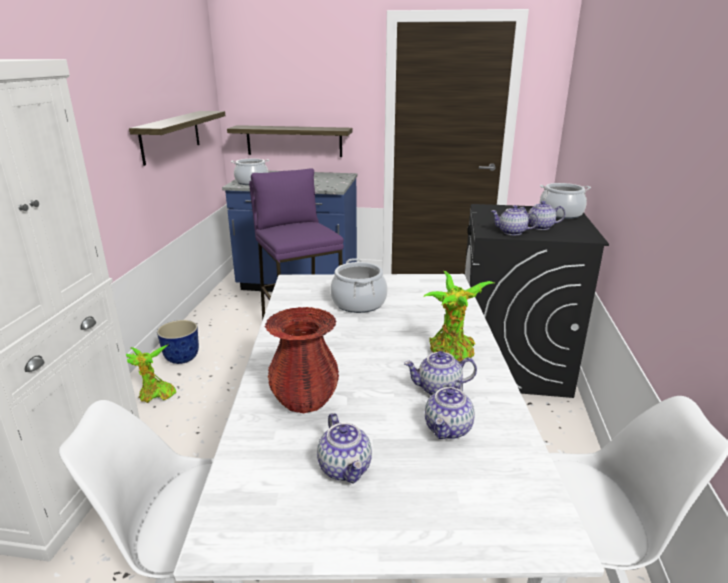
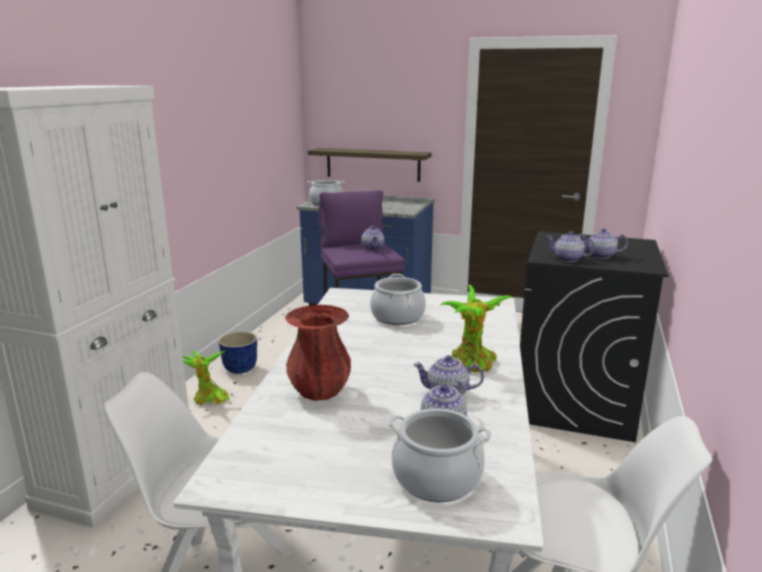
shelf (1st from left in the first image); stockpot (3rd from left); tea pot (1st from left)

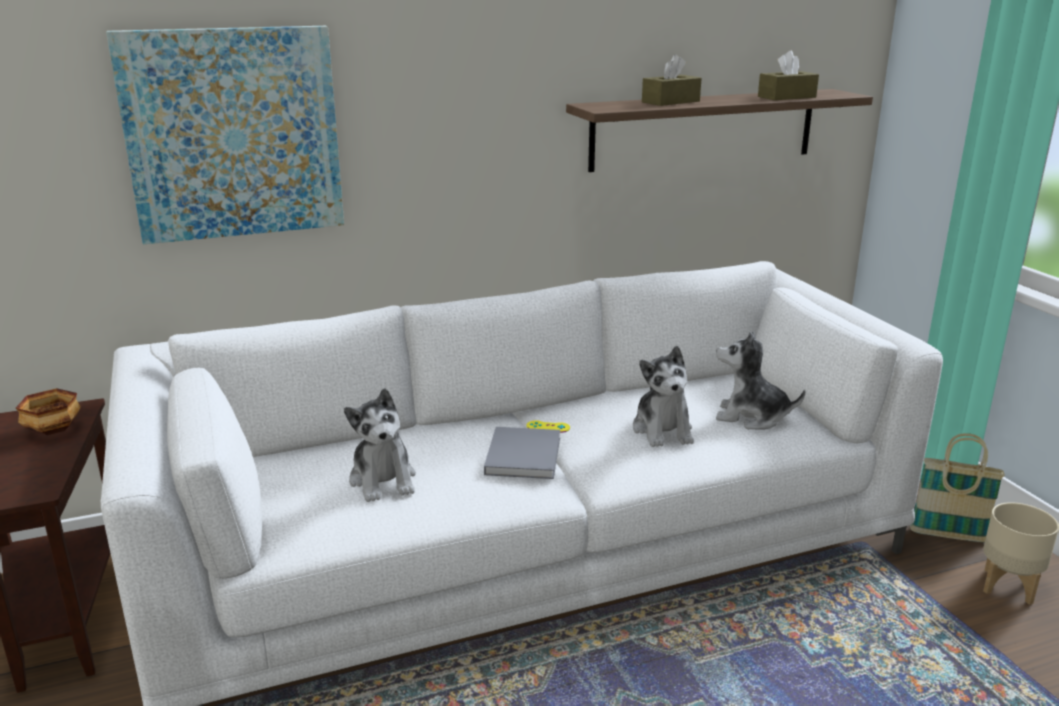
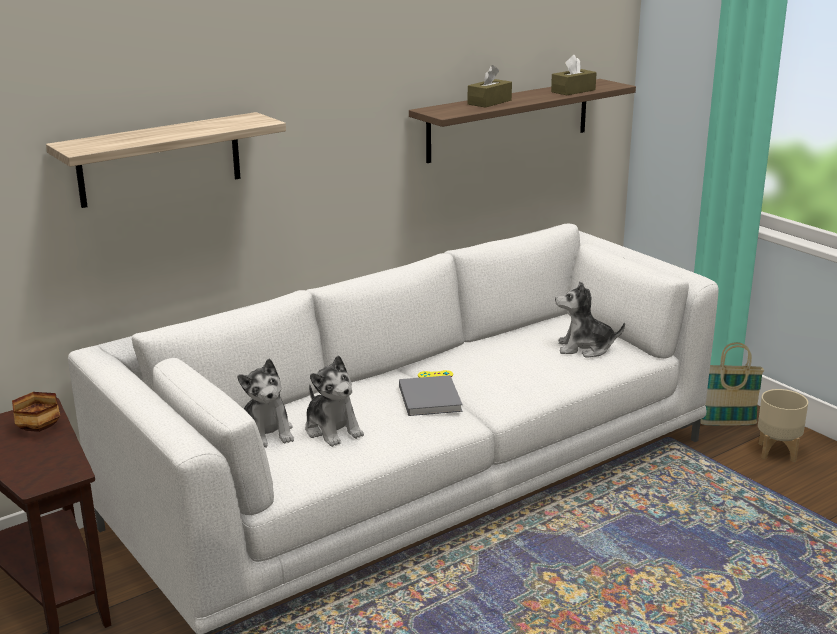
shelf (1st from left); cuddly toy (1st from left)

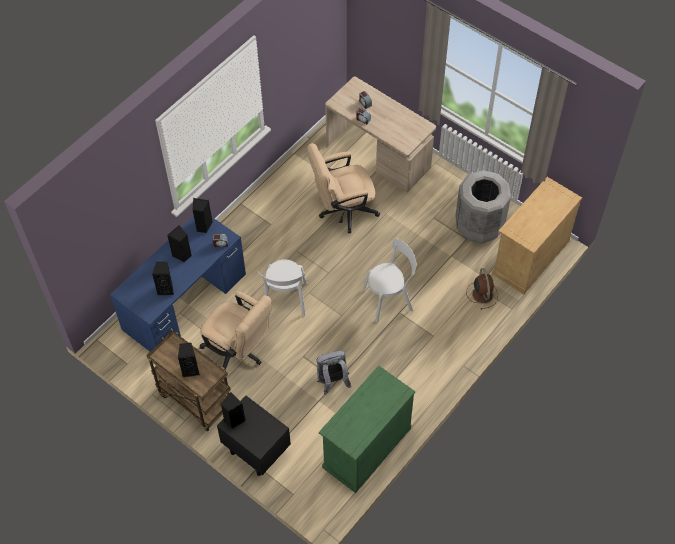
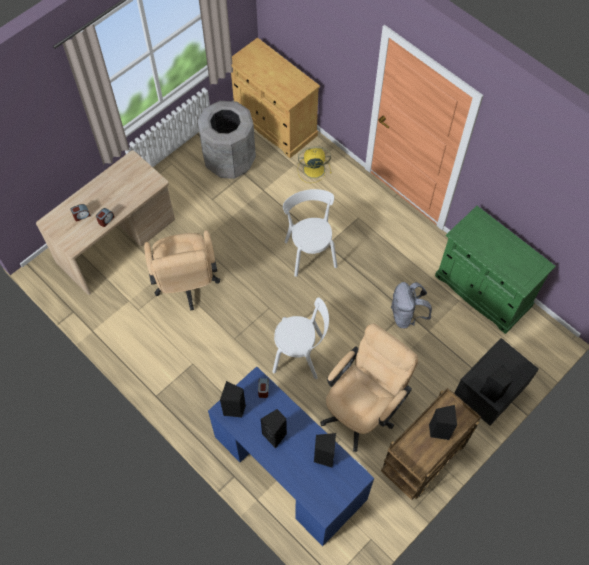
yellow-coloured fan

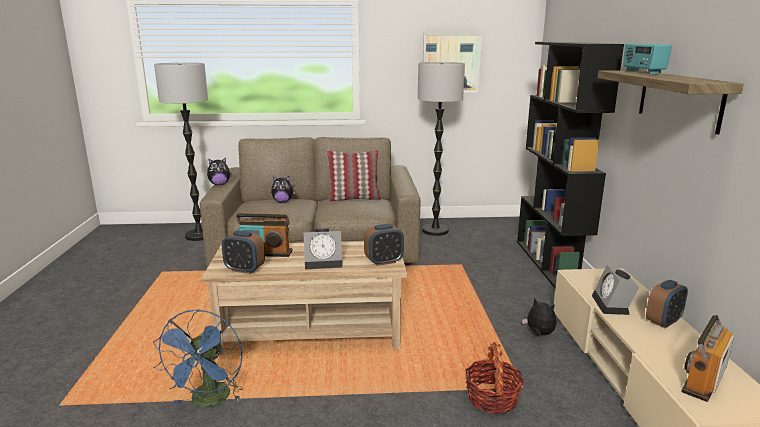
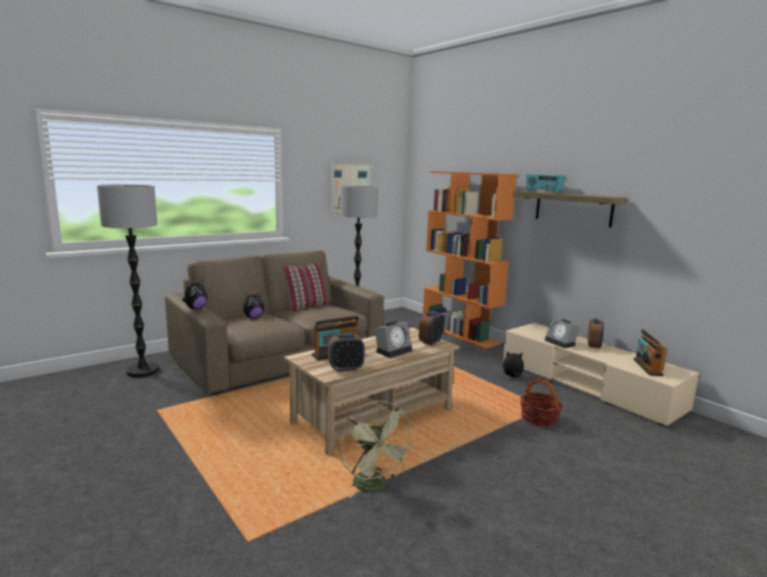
orange shelving unit; green-coloured fan

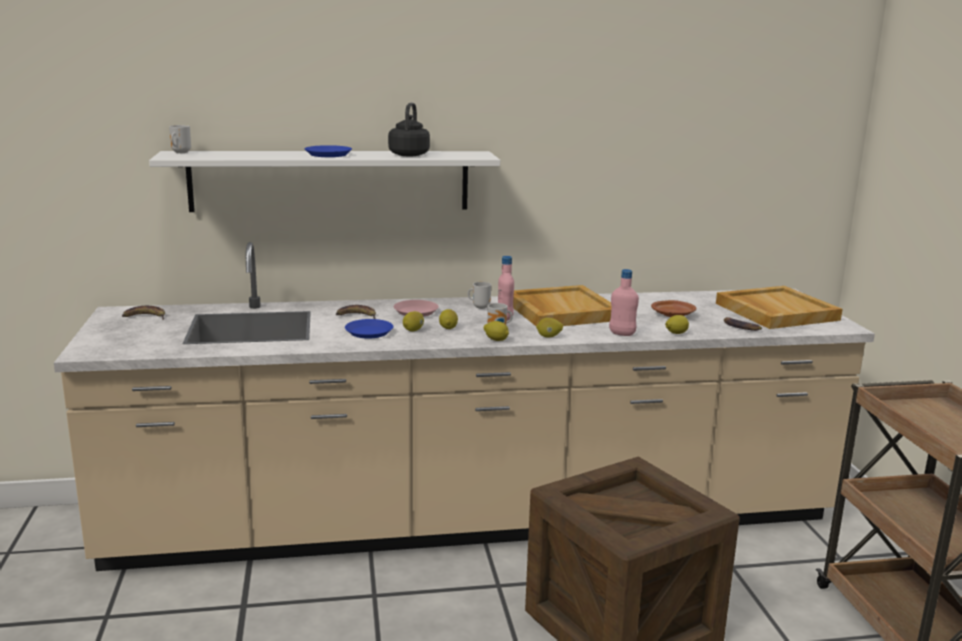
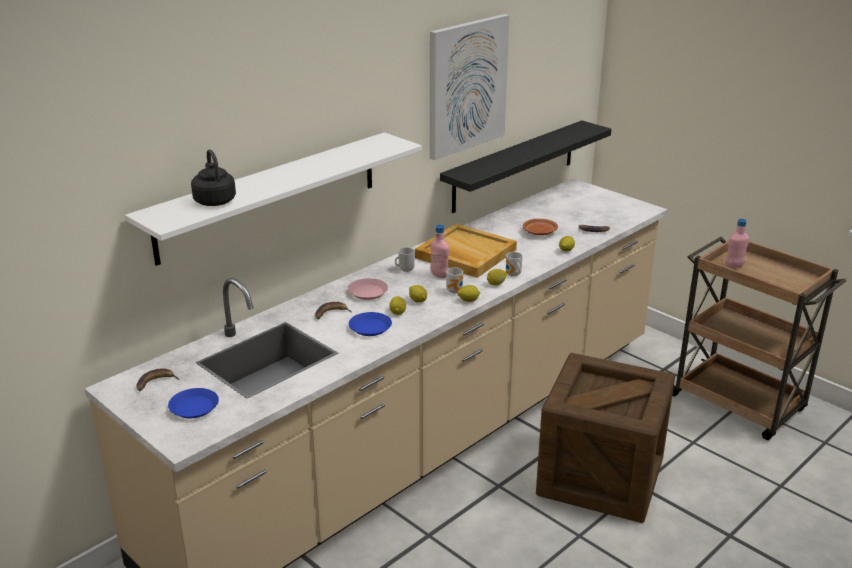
black kettle; tea mug (3rd from left); bluish flat dish (1st from left); pink-coloured beverage bottle (2nd from left); beige tray (2nd from left in the first image); wall picture; black shelf

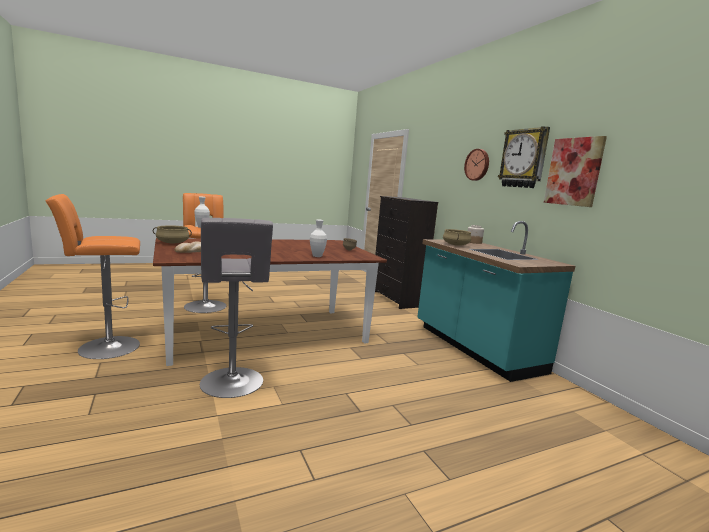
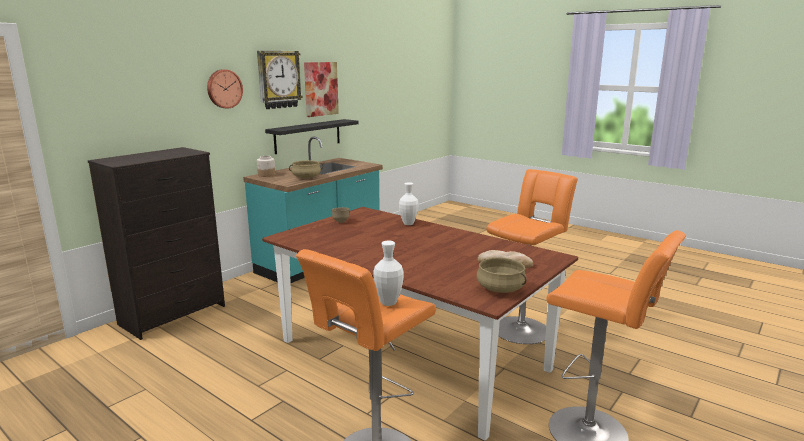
orange stool (2nd from left); black shelf

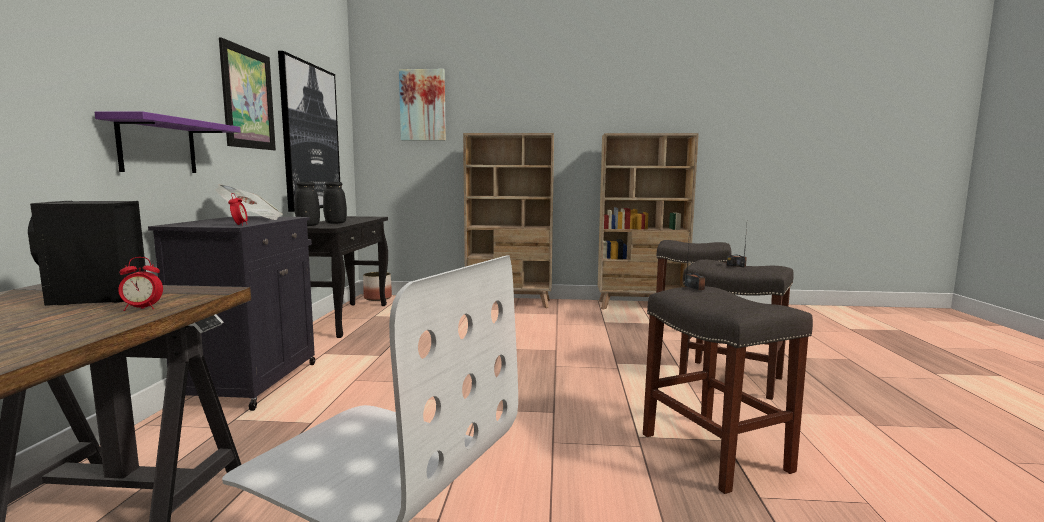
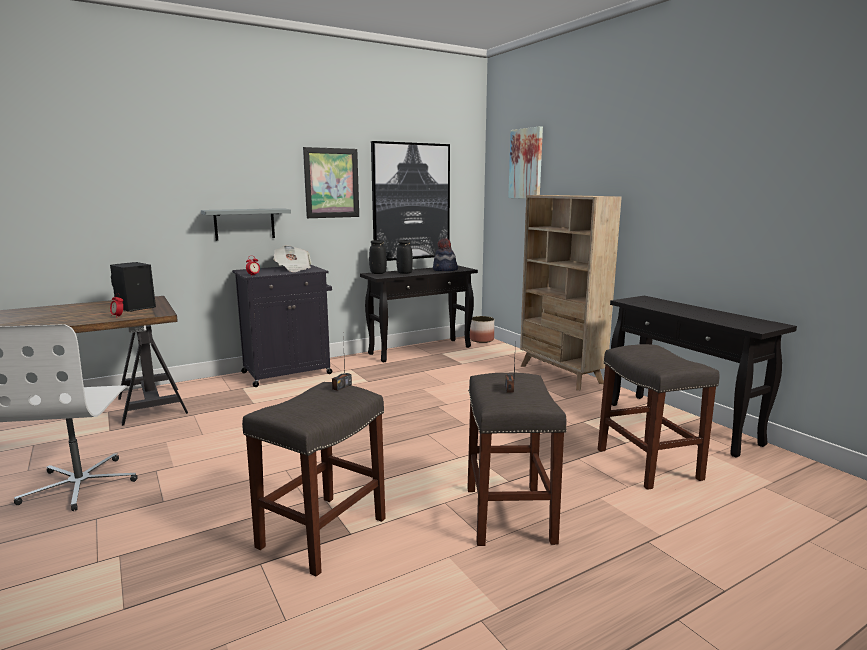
grey shelf; black narrow table (2nd from left); hat

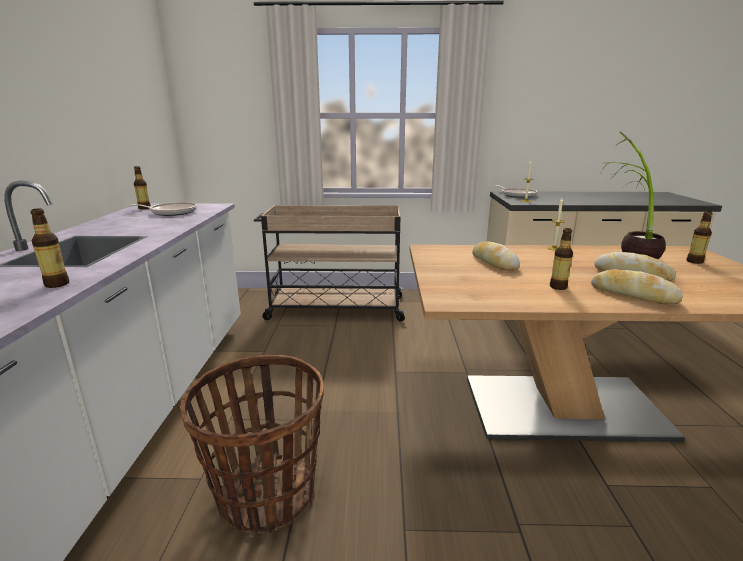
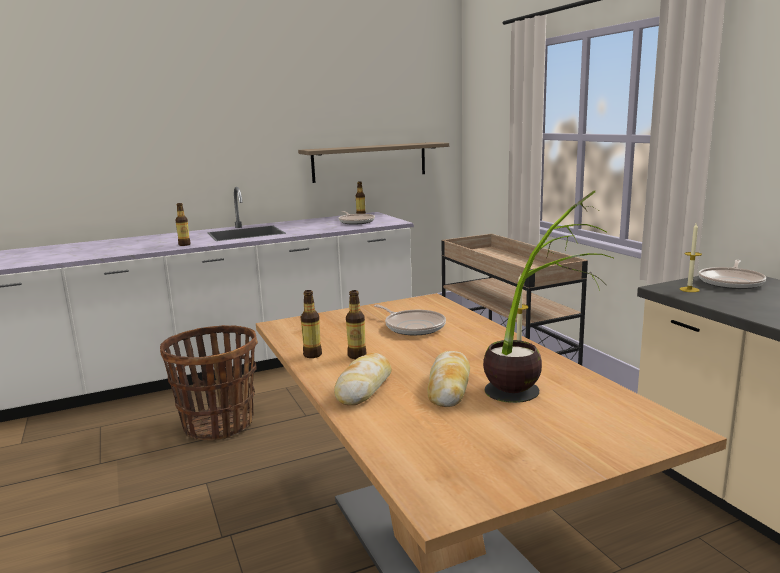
beverage bottle (2nd from left); frying pan (2nd from left); shelf

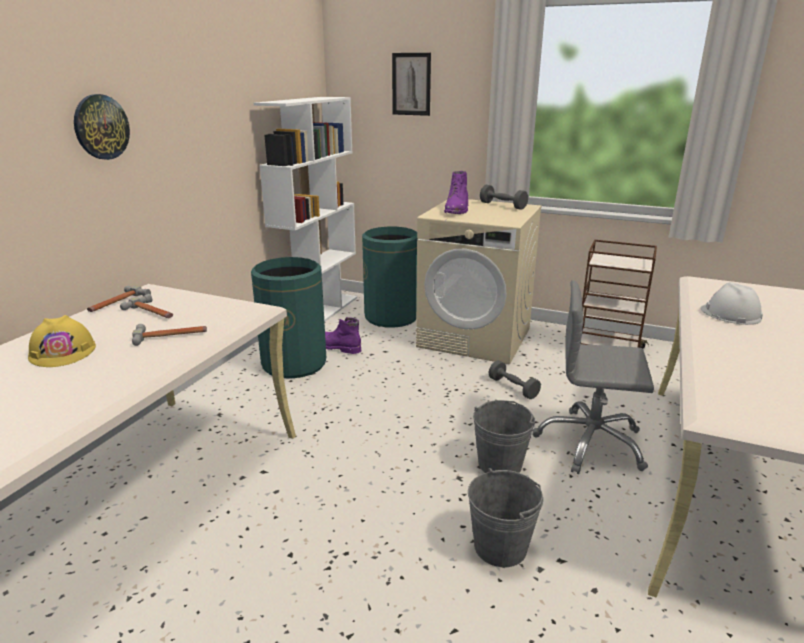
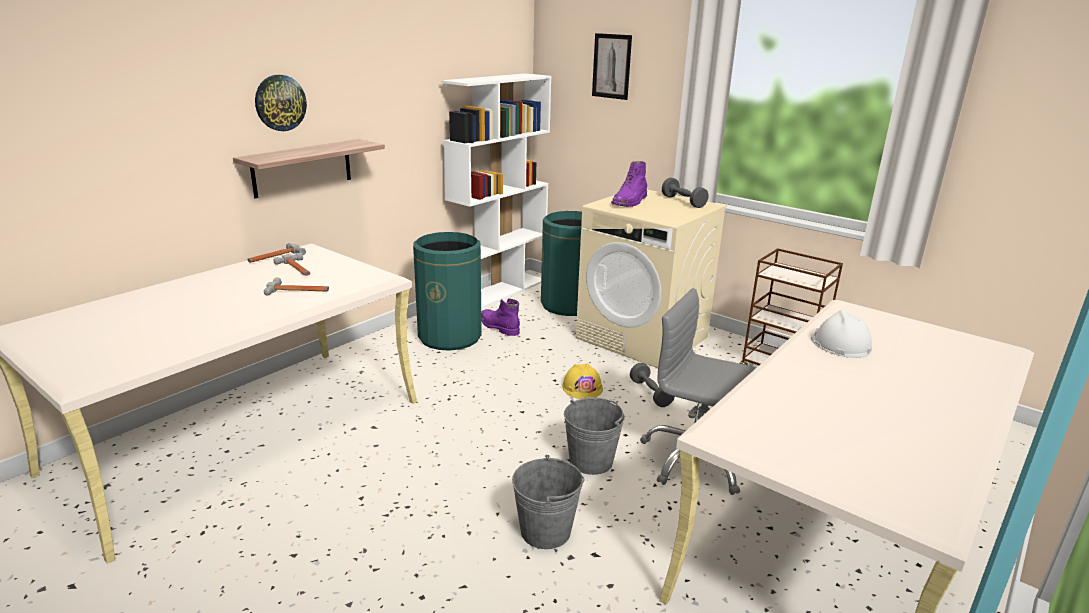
yellow-coloured hard hat; shelf

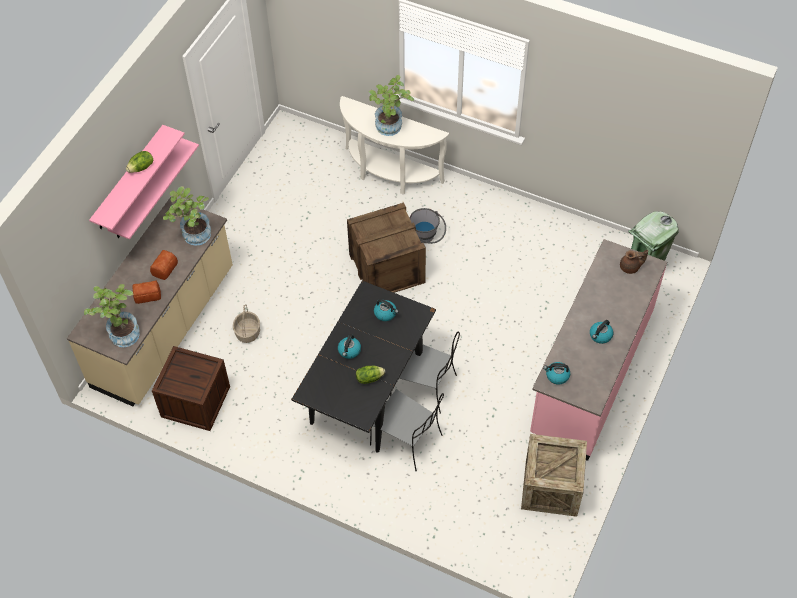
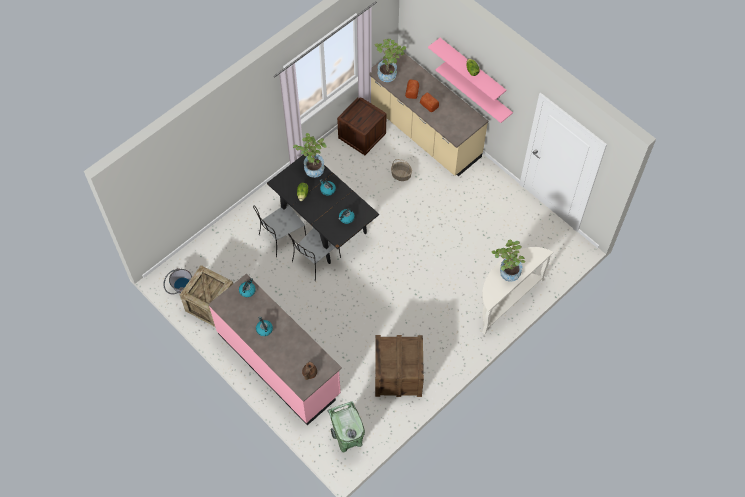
potted plant (1st from left); packing crate (3rd from left); grey pail

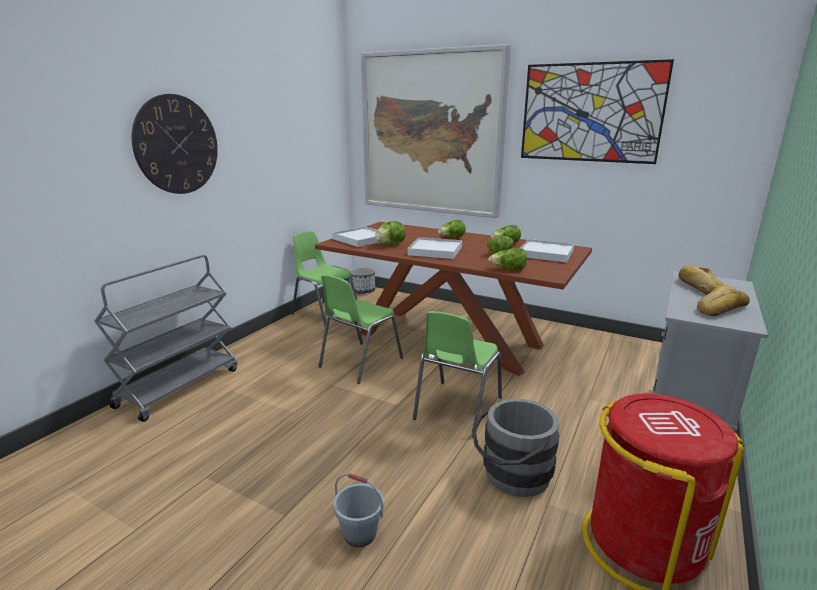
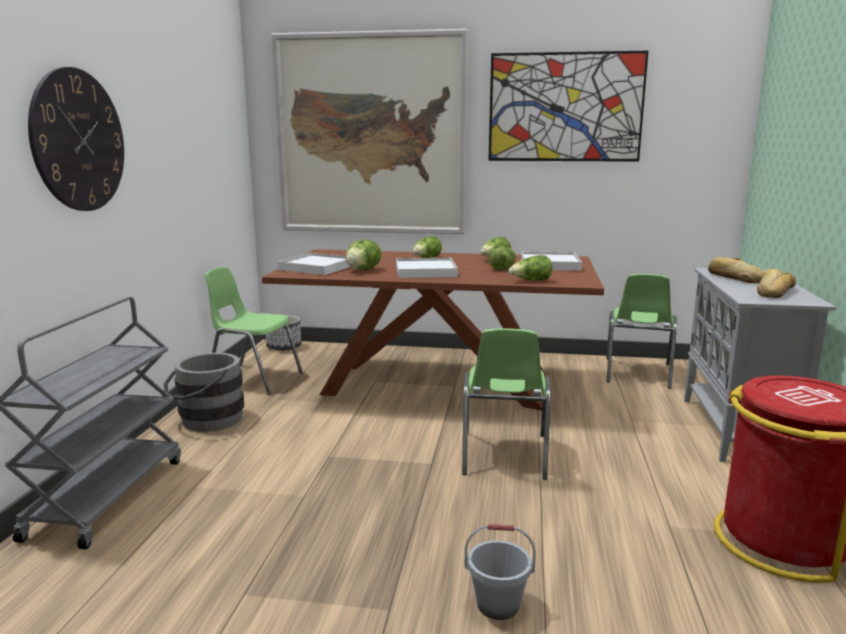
green-coloured chair (3rd from left); grey pail (1st from left)

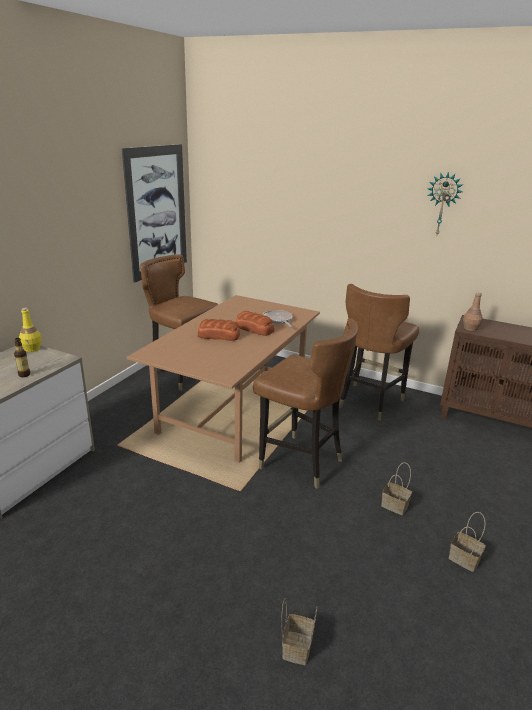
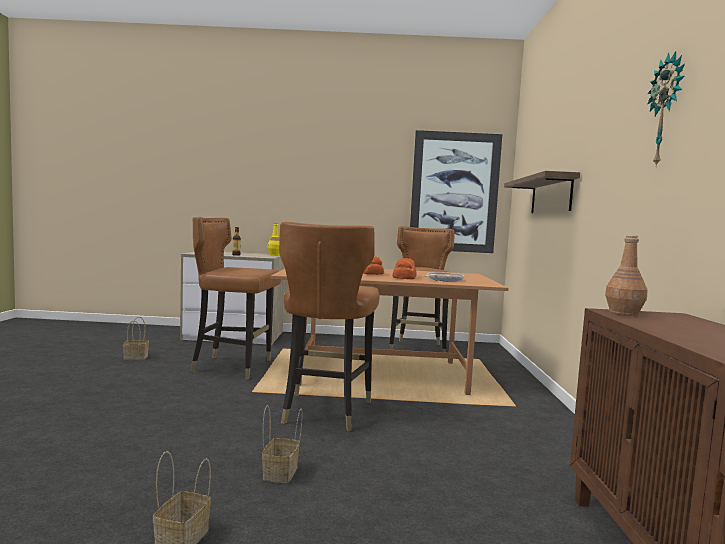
brownish chair (1st from left); storage basket (1st from left); shelf

